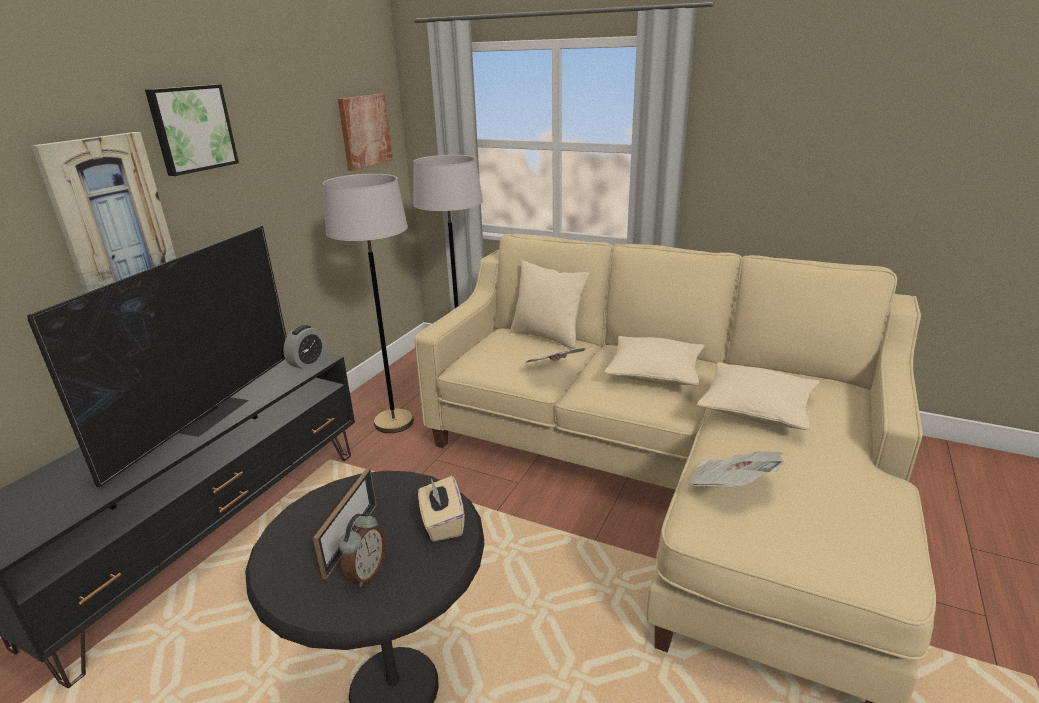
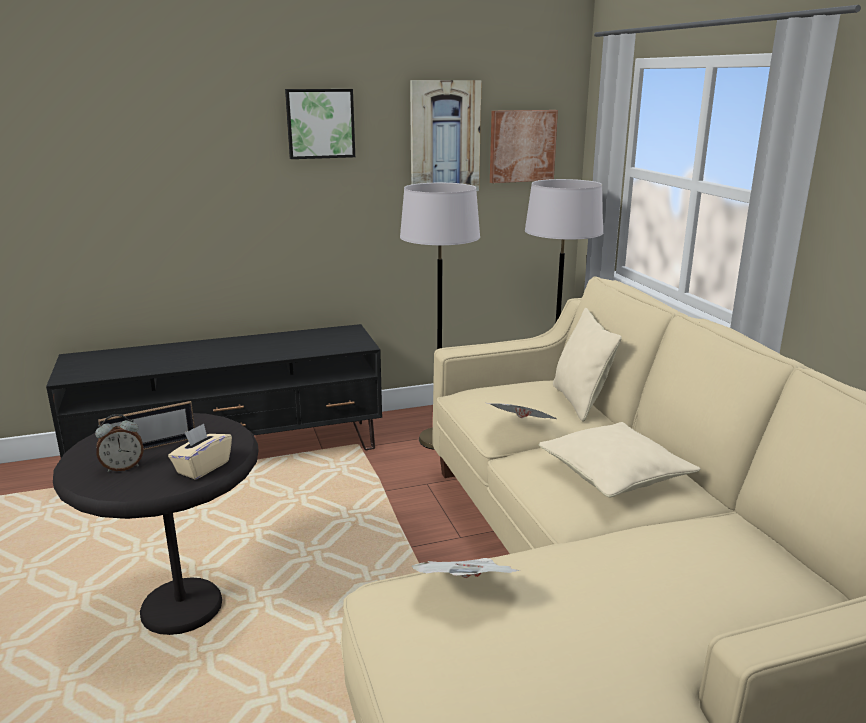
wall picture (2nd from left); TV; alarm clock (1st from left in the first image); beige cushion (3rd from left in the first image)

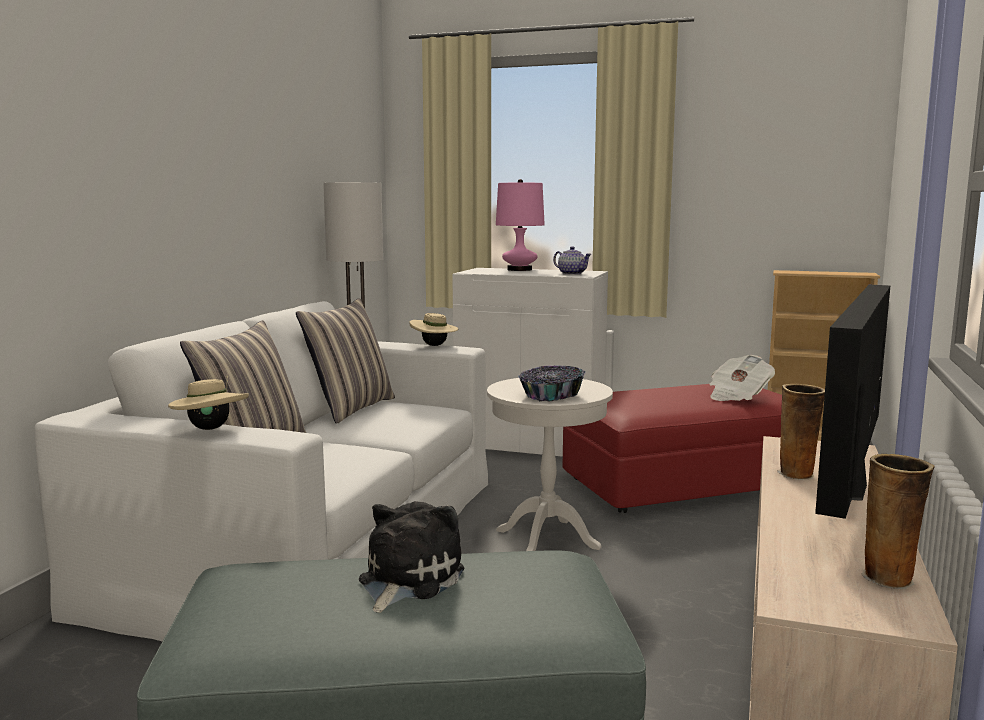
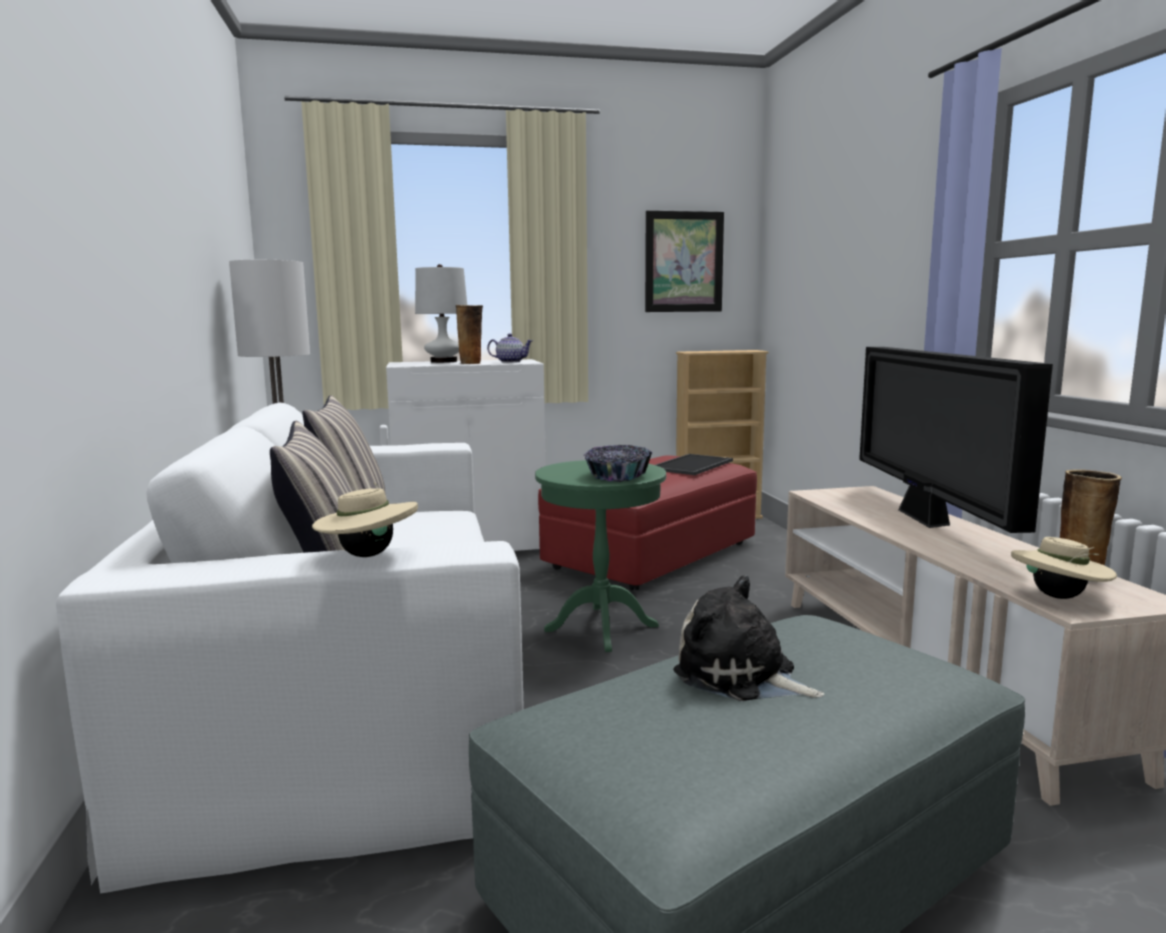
white-coloured lamp for a table; beige hat (2nd from left); tray; green-coloured end table; decorative vase (1st from left); cuddly toy; wall picture

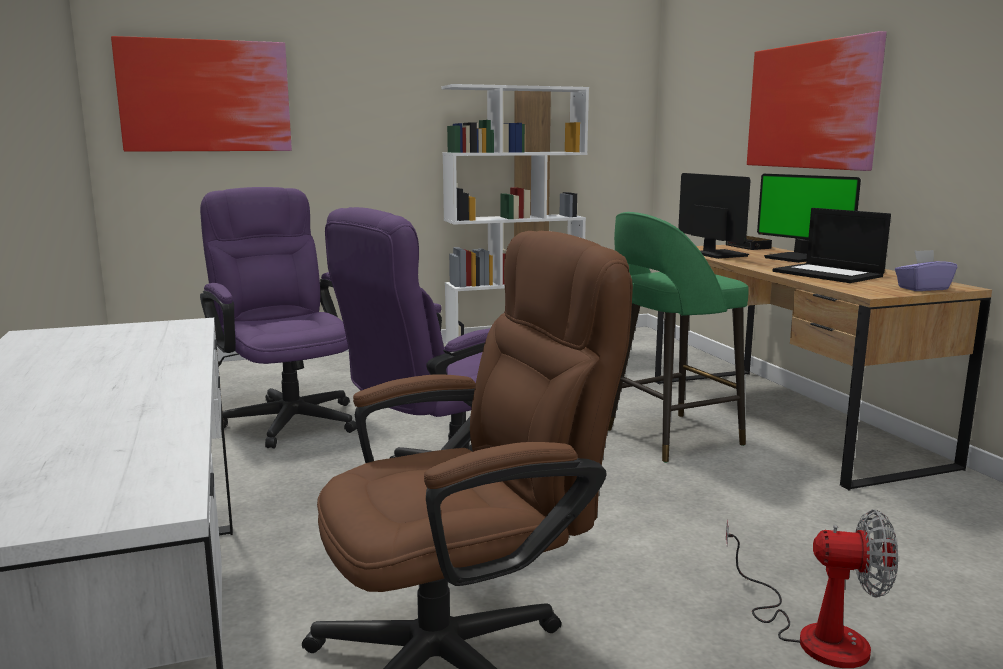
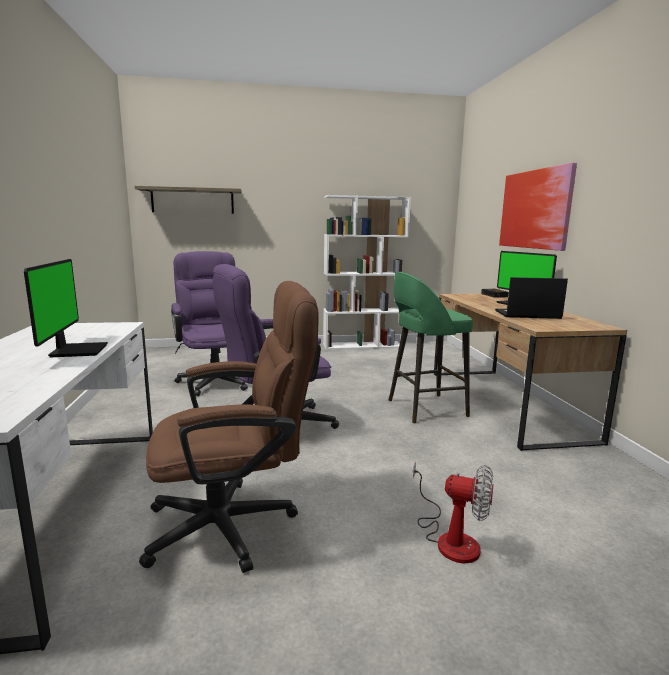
shelf; monitor (1st from left); laptop; purple-coloured tissue box

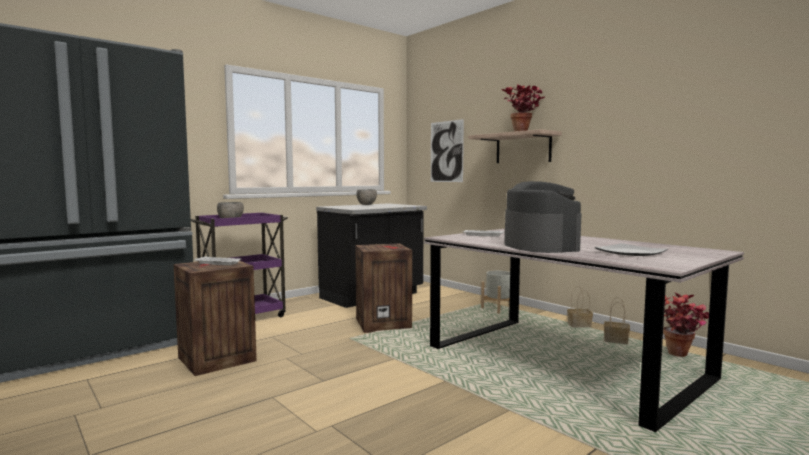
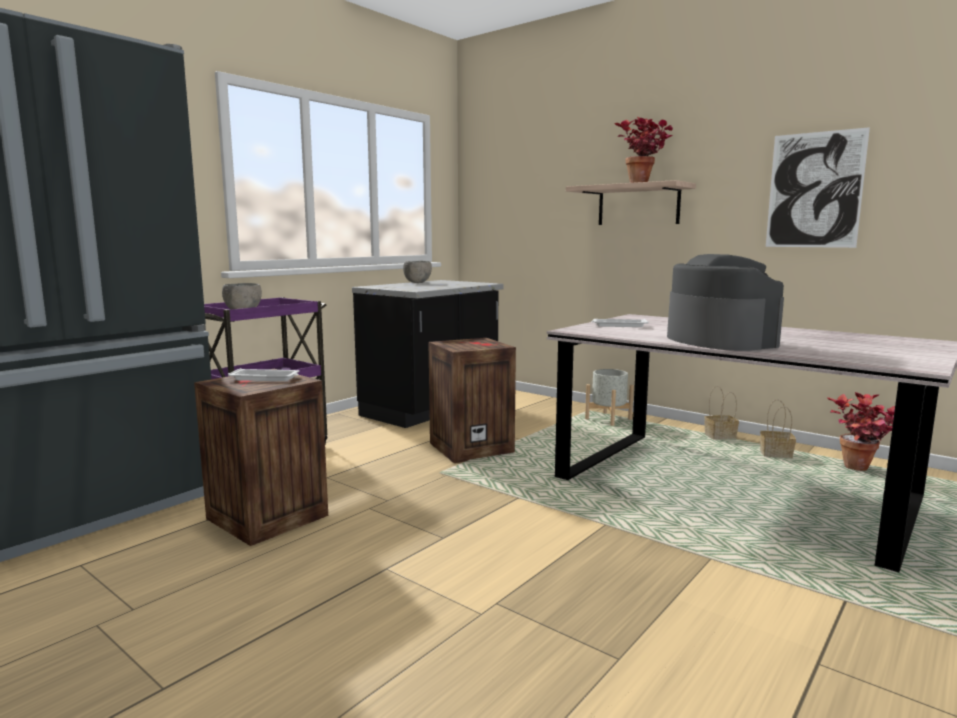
wall picture; flat dish

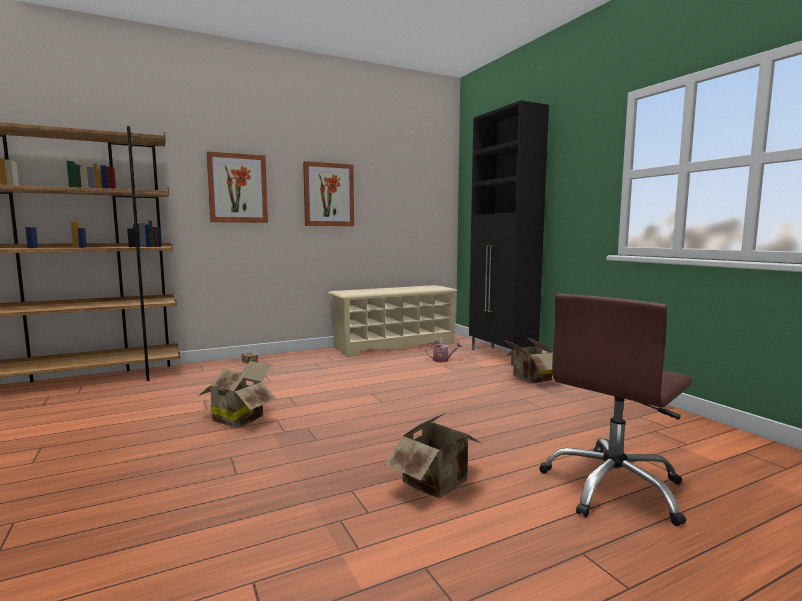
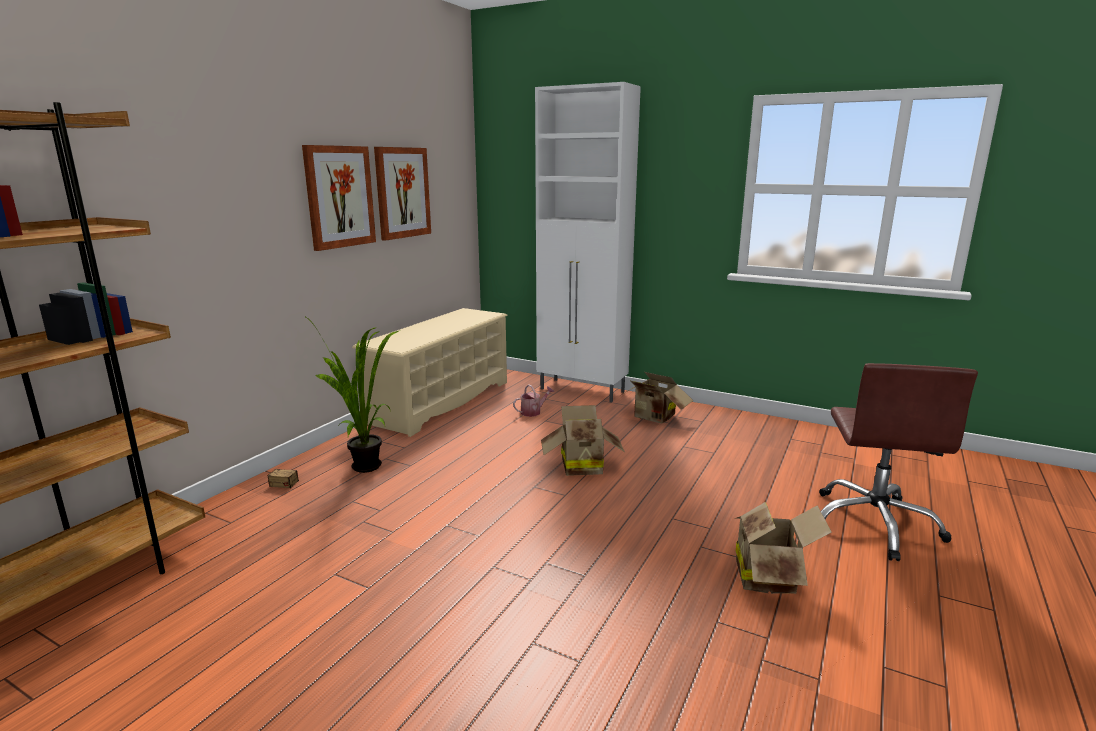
white-coloured cupboard; wall picture (2nd from left); cardboard box (1st from left); potted plant

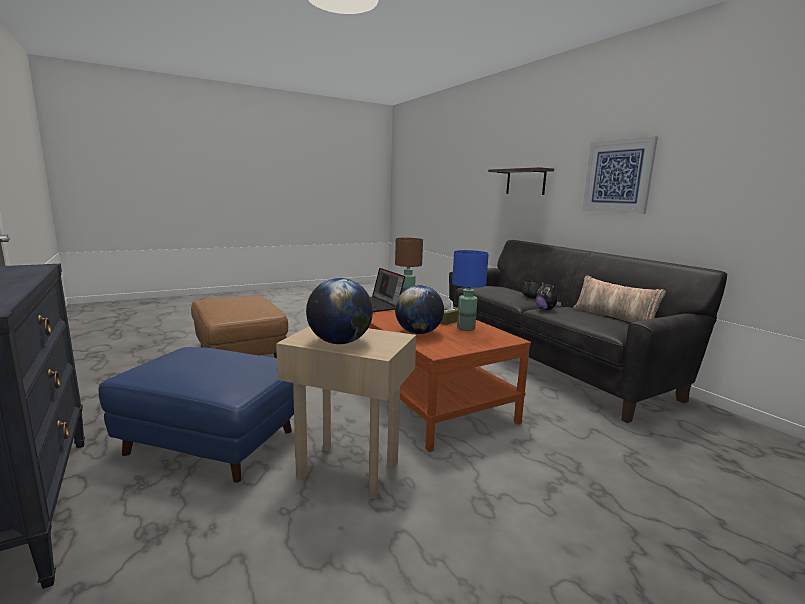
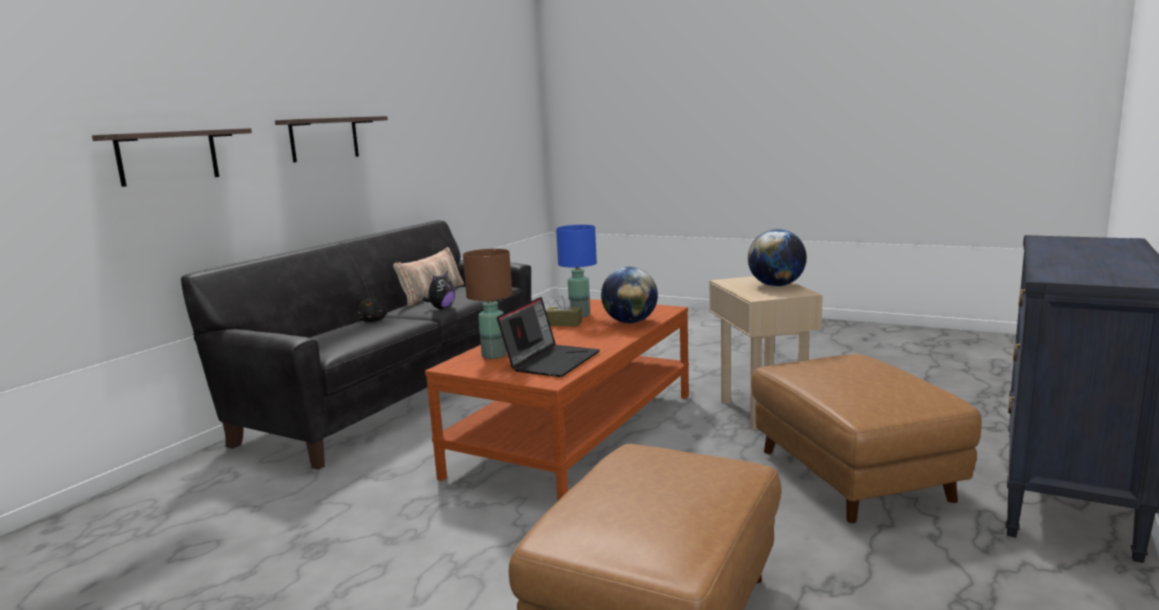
shelf (2nd from left); brownish footrest (2nd from left)

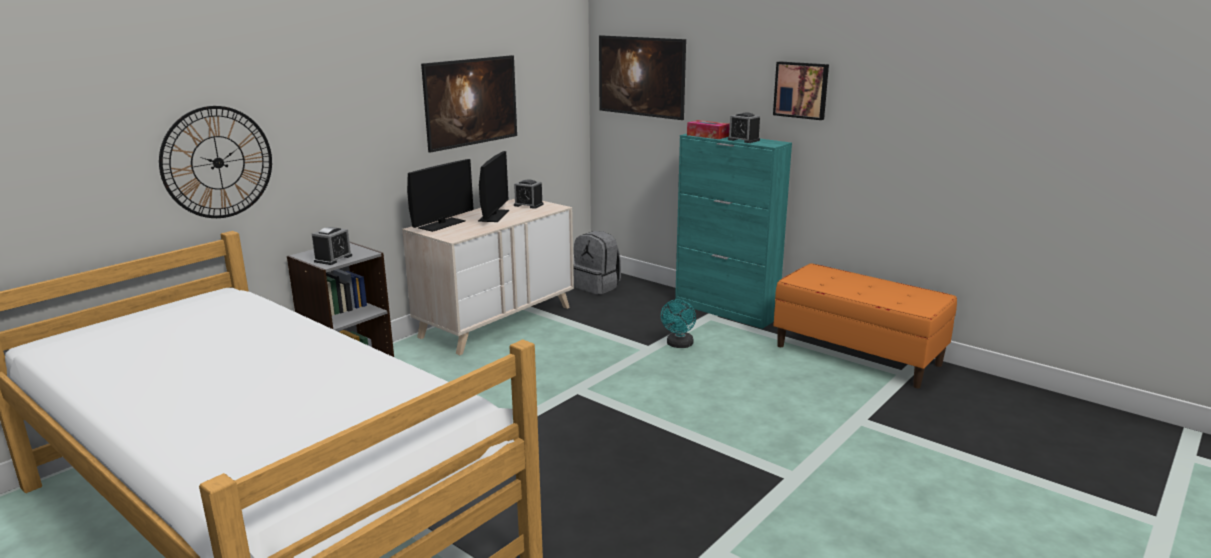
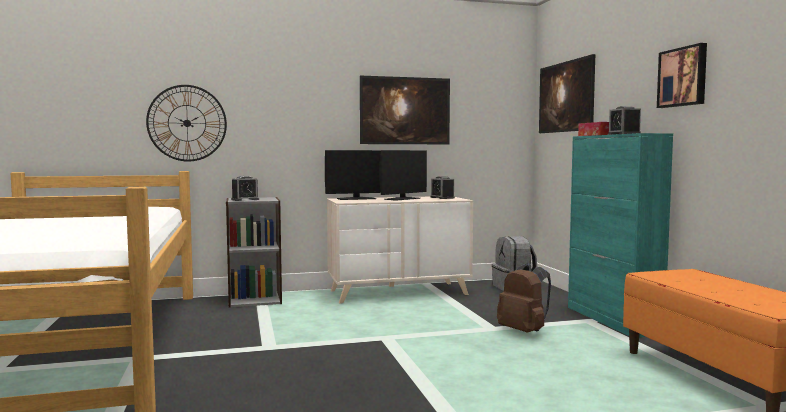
brownish rucksack

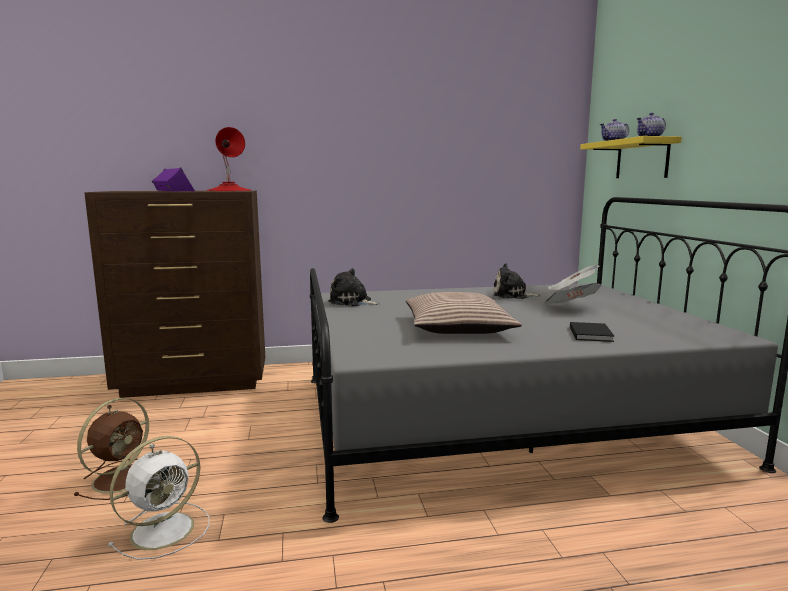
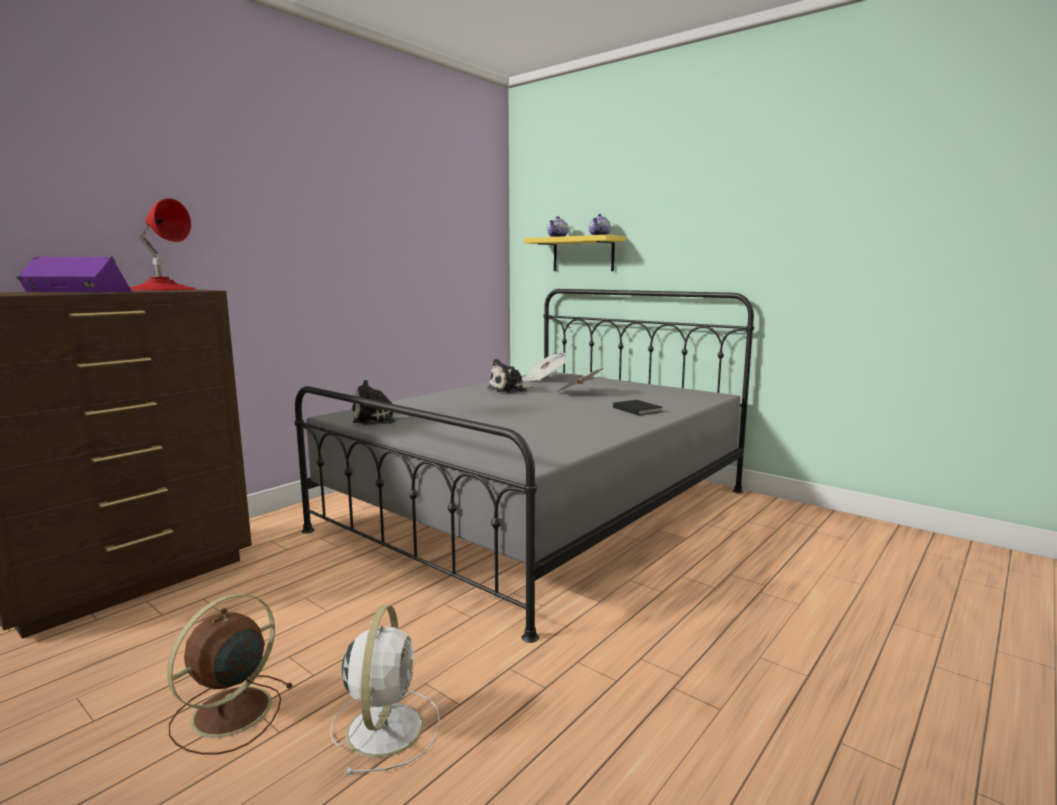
cushion; brownish fan

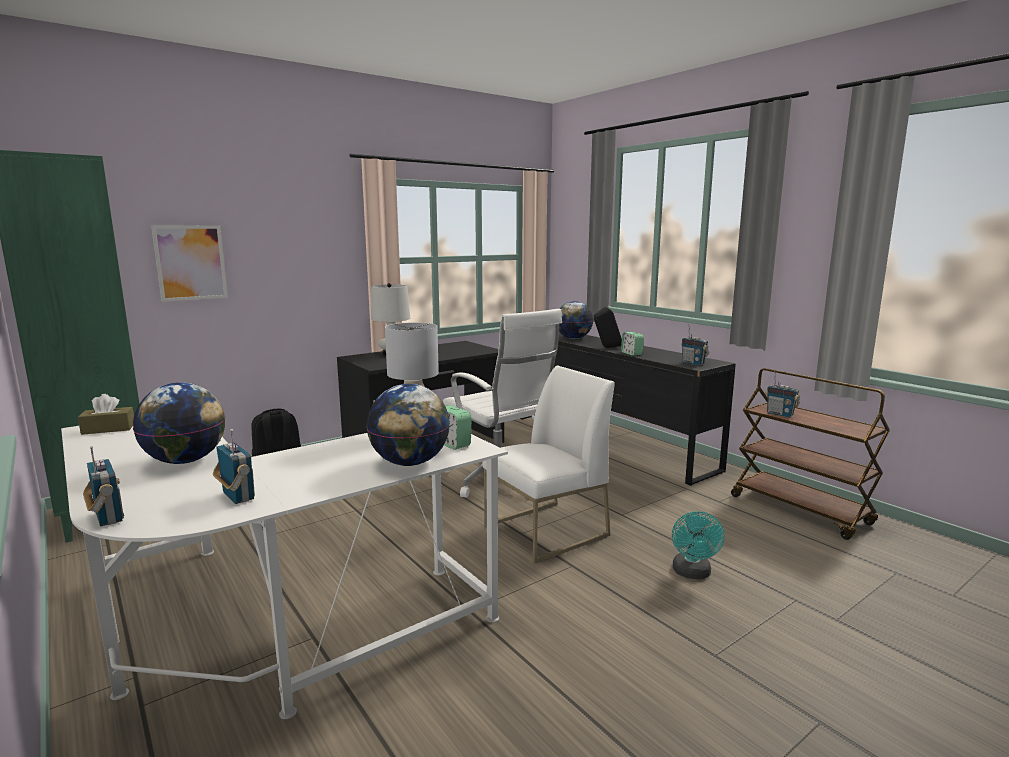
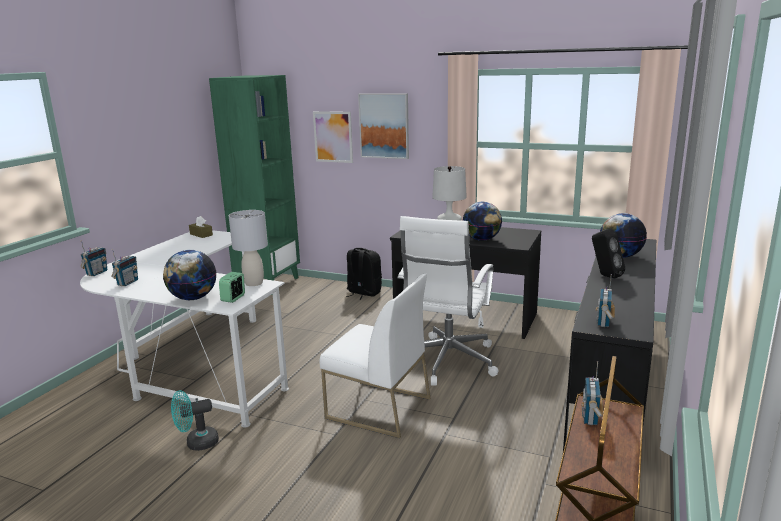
alarm clock (2nd from left in the first image); desk globe (2nd from left); turquoise fan; wall picture (2nd from left)

